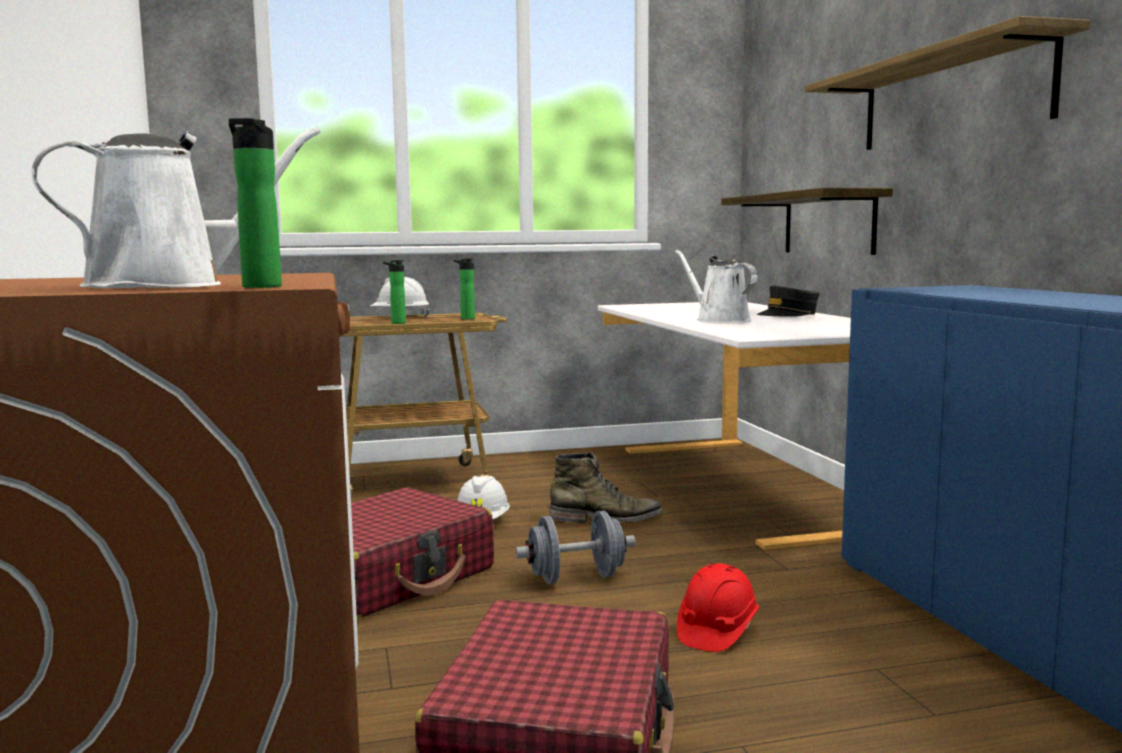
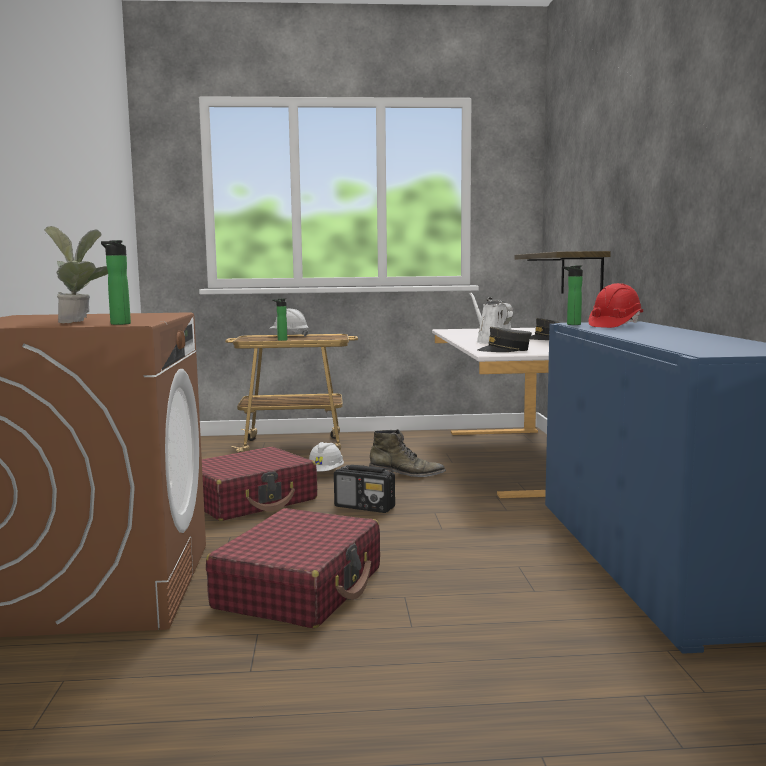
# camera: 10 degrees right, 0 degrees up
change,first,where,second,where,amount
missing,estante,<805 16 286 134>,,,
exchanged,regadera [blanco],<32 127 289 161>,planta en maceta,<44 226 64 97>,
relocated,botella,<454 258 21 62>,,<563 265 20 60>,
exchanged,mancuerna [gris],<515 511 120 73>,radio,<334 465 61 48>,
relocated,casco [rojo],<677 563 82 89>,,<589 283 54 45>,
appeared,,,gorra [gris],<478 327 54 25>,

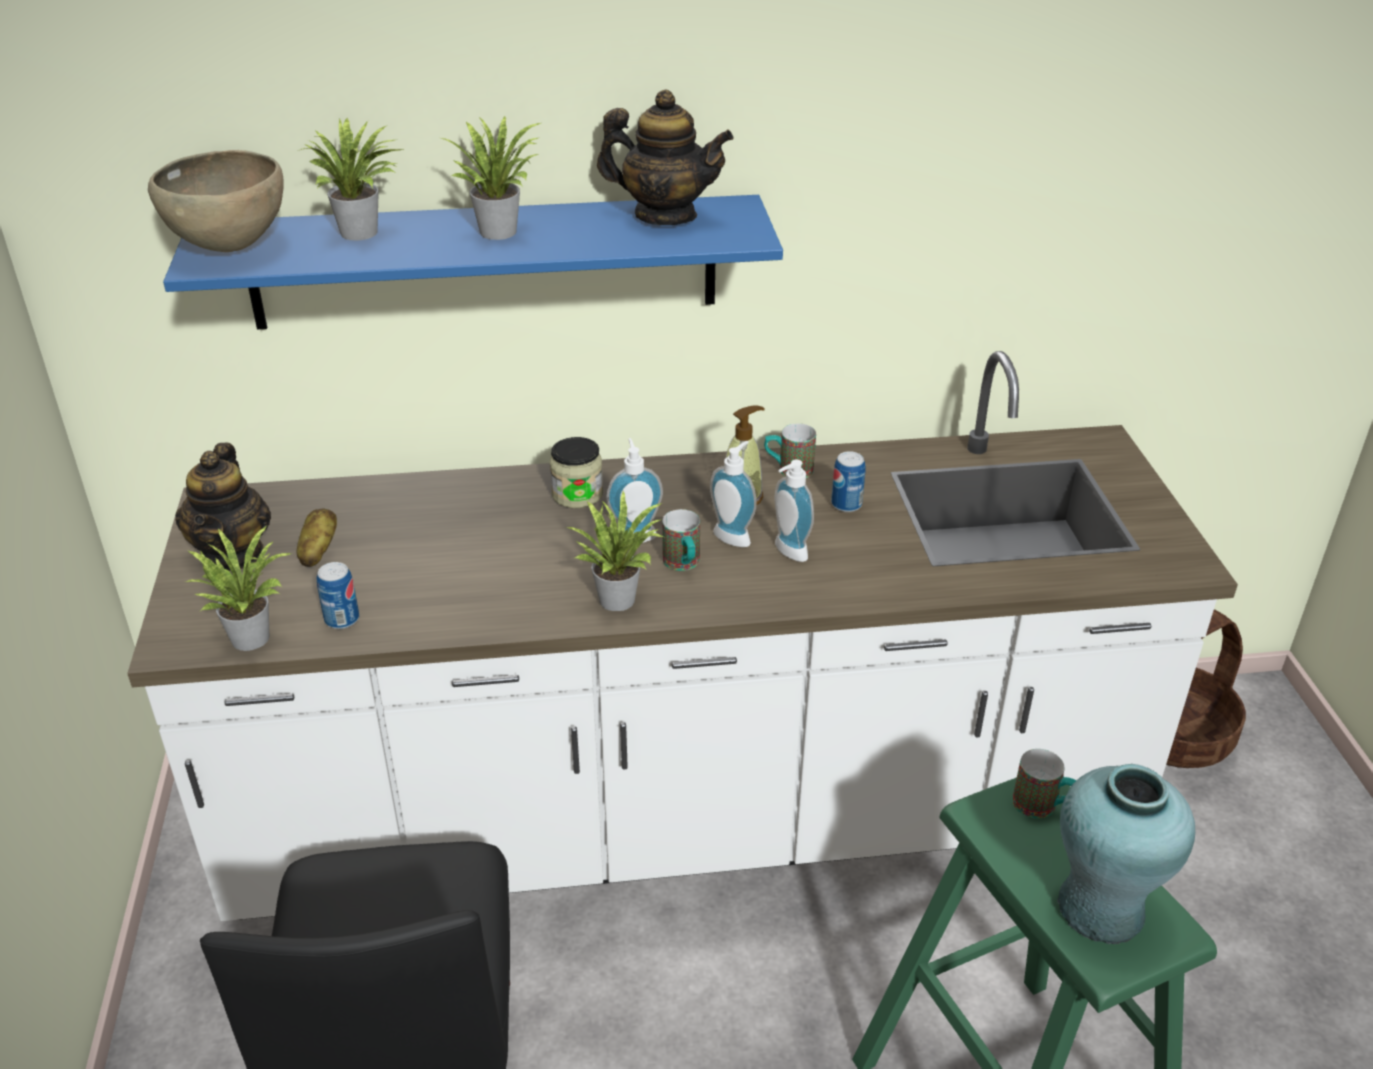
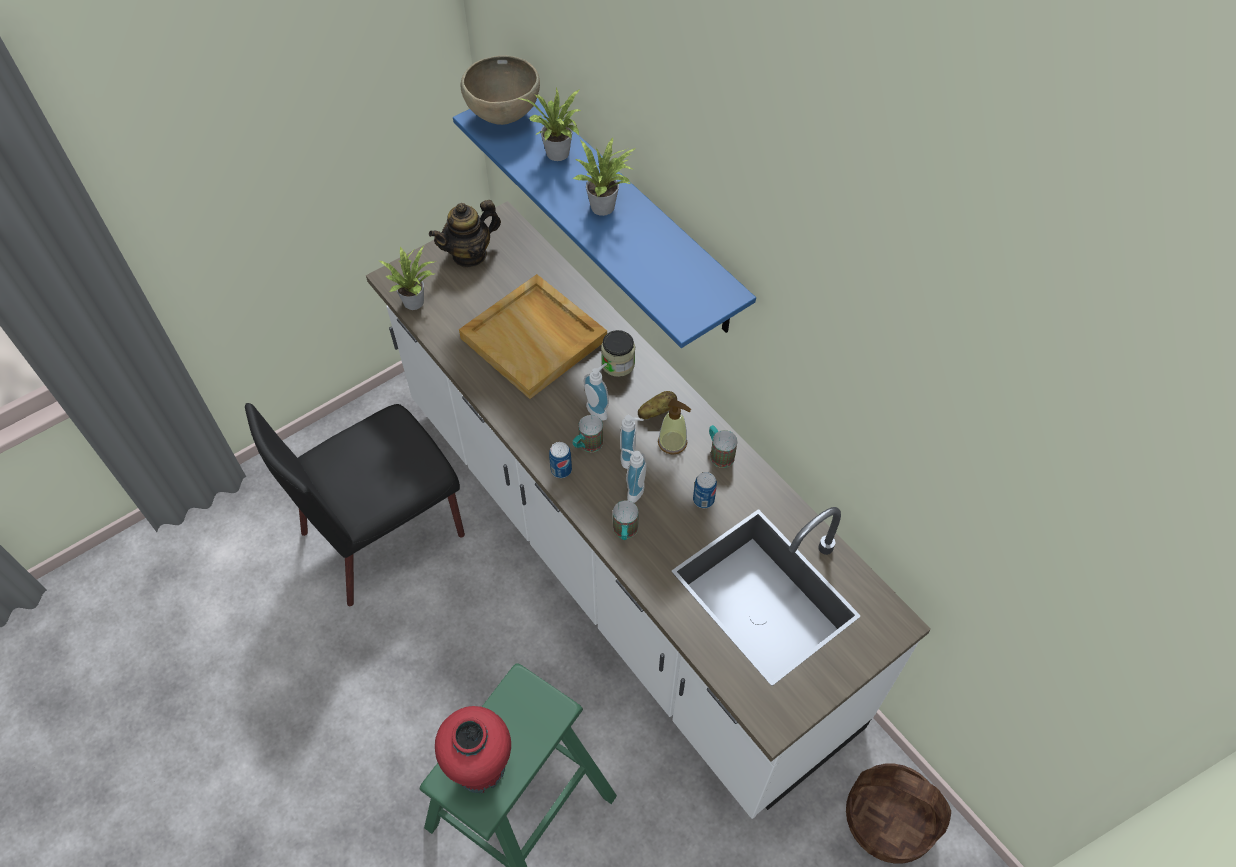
# camera: 60 degrees right, 20 degrees up
change,first,where,second,where,amount
missing,tetera,<597 90 137 135>,,,
missing,planta en maceta,<566 490 98 121>,,,
relocated,patata,<297 508 40 59>,,<638 391 39 28>,
relocated,lata,<317 562 42 67>,,<549 442 23 36>,
relocated,taza grande,<1012 749 65 70>,,<613 501 26 39>,
colour,florero [turquesa],<1057 764 138 180>,florero [rojo],<435 706 76 87>,
appeared,,,bandeja [beis],<459 274 148 125>,

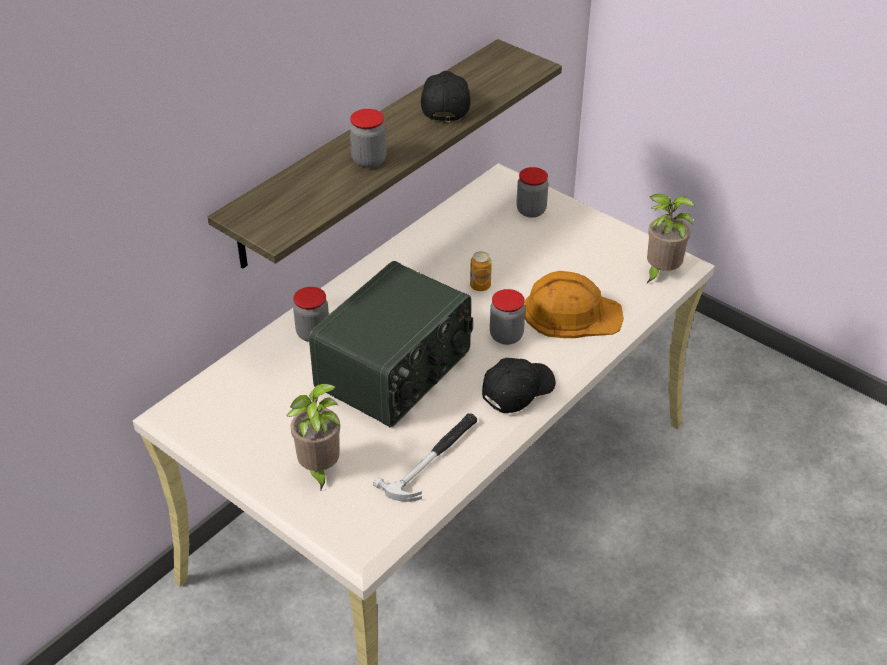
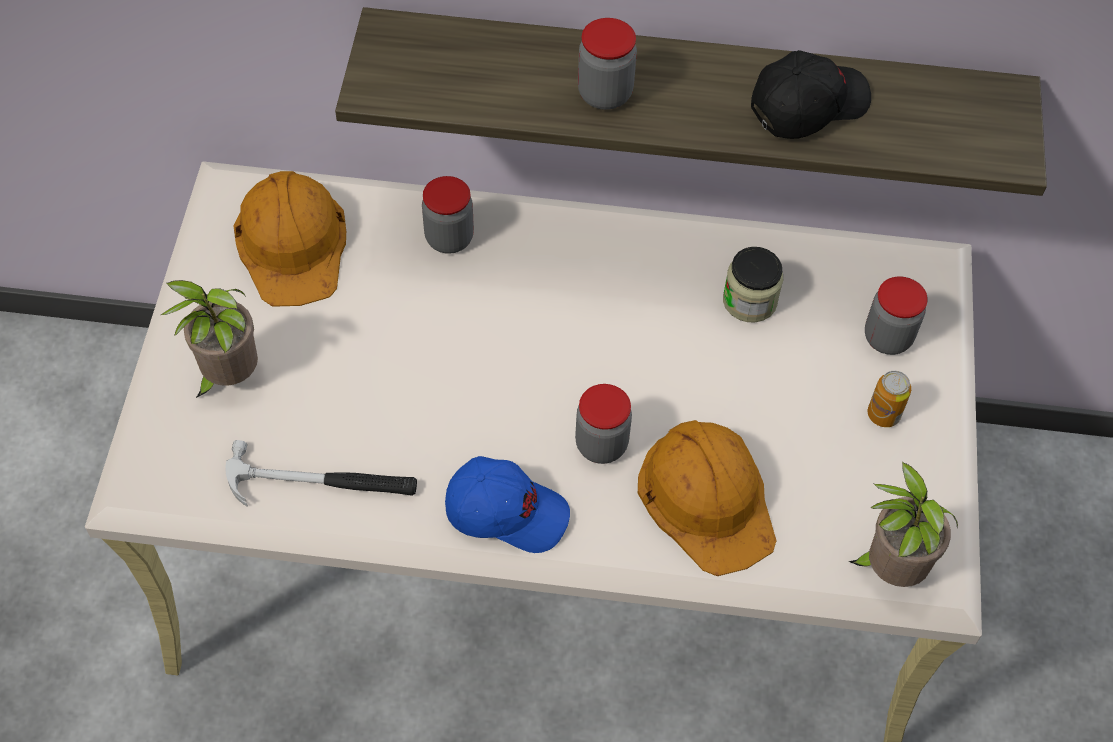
# camera: 55 degrees right, 15 degrees up
change,first,where,second,where,amount
relocated,lata,<470 251 22 40>,,<868 371 43 56>,
missing,radio,<309 261 164 166>,,,
colour,gorra [negro],<482 358 74 55>,gorra [azul],<445 456 125 97>,
appeared,,,casco [naranja],<233 171 113 136>,
appeared,,,tarro,<723 247 60 75>,

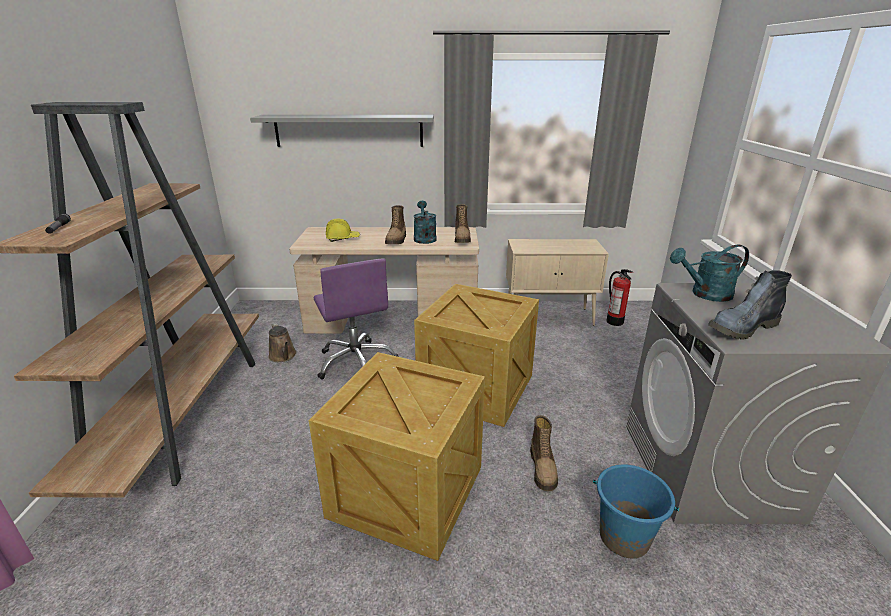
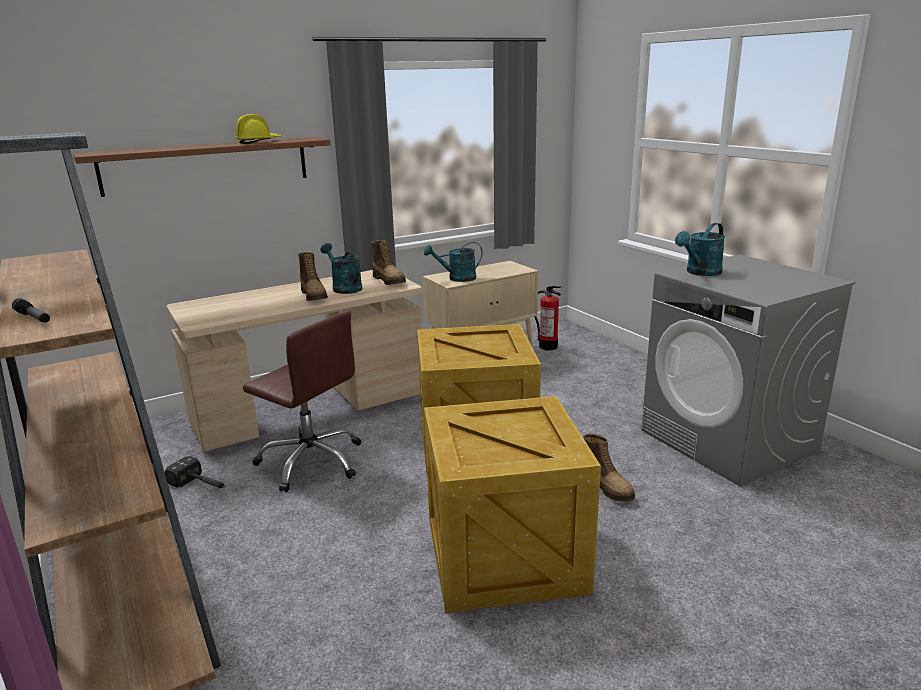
# camera: 30 degrees left, 5 degrees down
change,first,where,second,where,amount
colour,estante [gris],<250 115 184 32>,estante [marrón],<73 137 257 60>,
relocated,casco [amarillo],<326 219 34 23>,,<235 114 47 30>,
colour,silla de oficina [morado],<314 258 85 122>,silla de oficina [marrón],<243 311 118 181>,
missing,bota,<708 271 84 69>,,,
exchanged,regadera [marrón],<268 323 29 39>,martillo,<165 456 61 32>,
missing,cubo [azul],<593 464 86 94>,,,
appeared,,,regadera [turquesa],<424 242 58 40>,

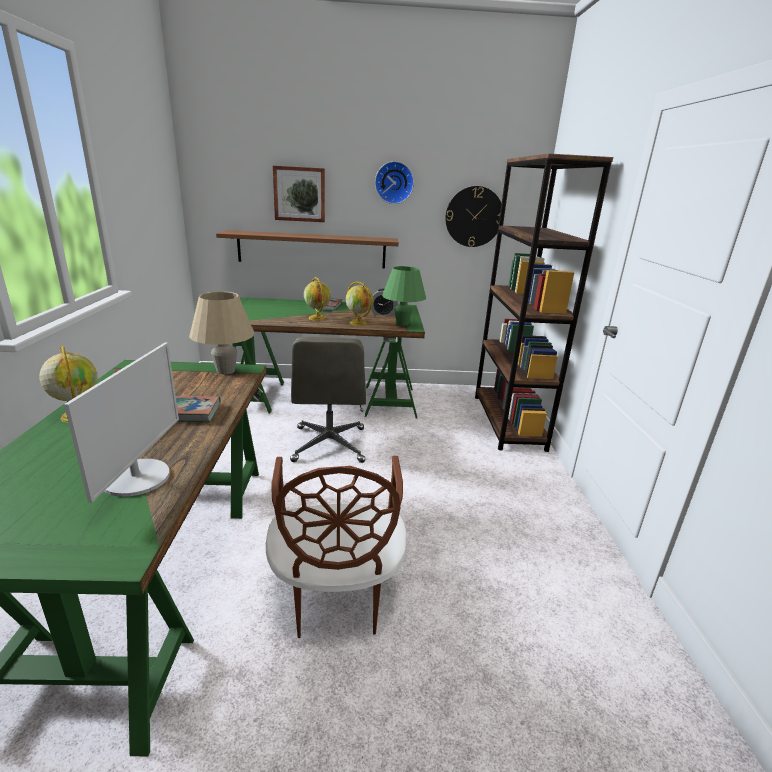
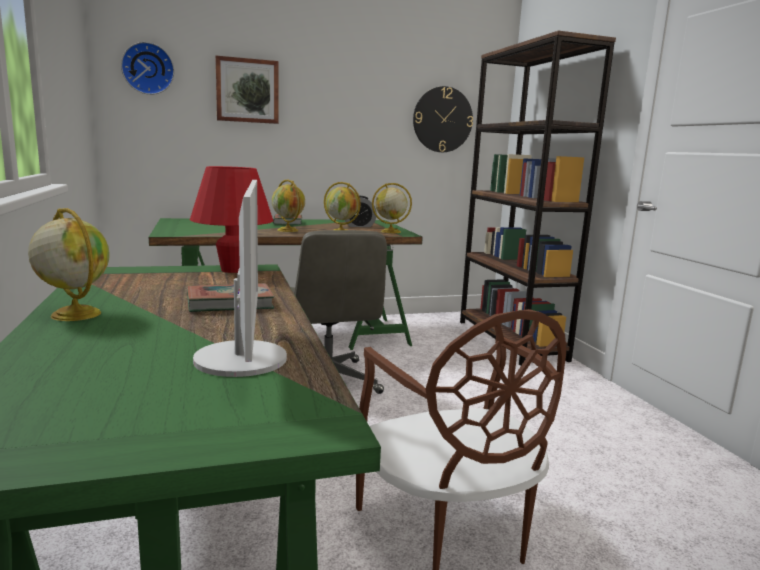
# camera: 15 degrees left, 10 degrees down
change,first,where,second,where,amount
relocated,reloj de pared,<375 161 39 43>,,<121 42 53 53>,
missing,estante [marrón],<216 230 183 38>,,,
exchanged,lámpara de mesa [verde],<382 266 44 60>,globo terráqueo,<372 183 40 50>,
colour,lámpara de mesa [beis],<189 292 65 82>,lámpara de mesa [rojo],<190 166 83 107>,

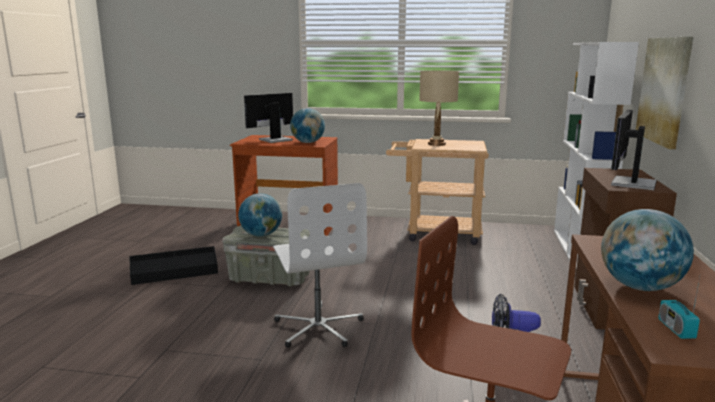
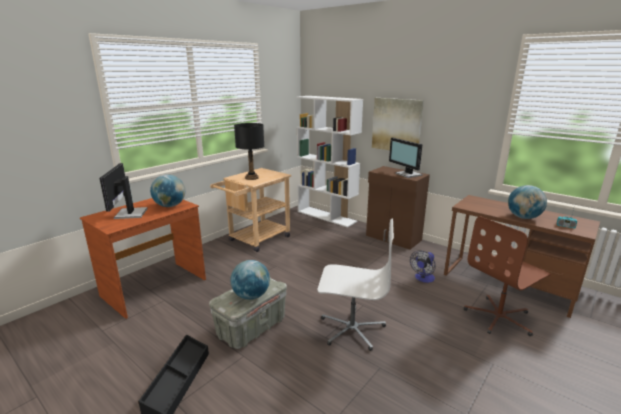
# camera: 60 degrees left, 5 degrees up
change,first,where,second,where,amount
colour,lámpara de mesa [beis],<419 71 40 75>,lámpara de mesa [negro],<234 123 30 57>,

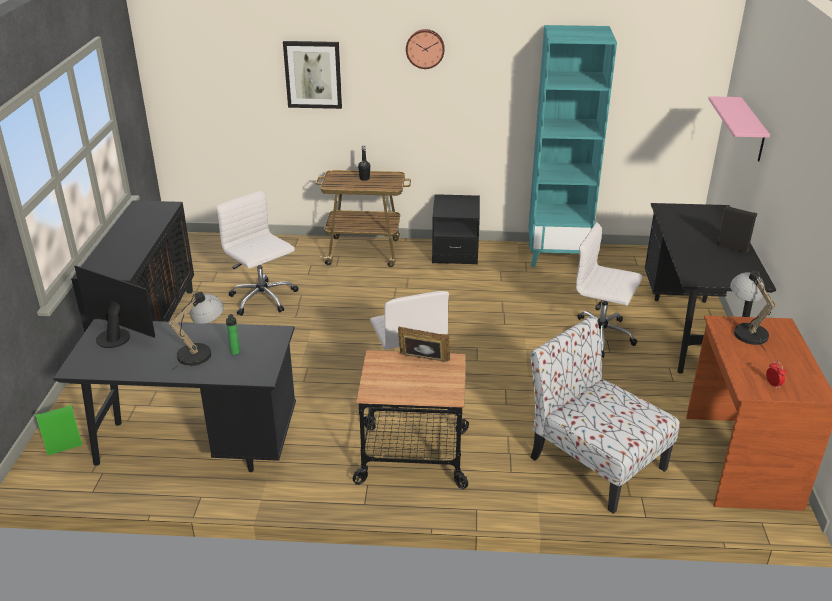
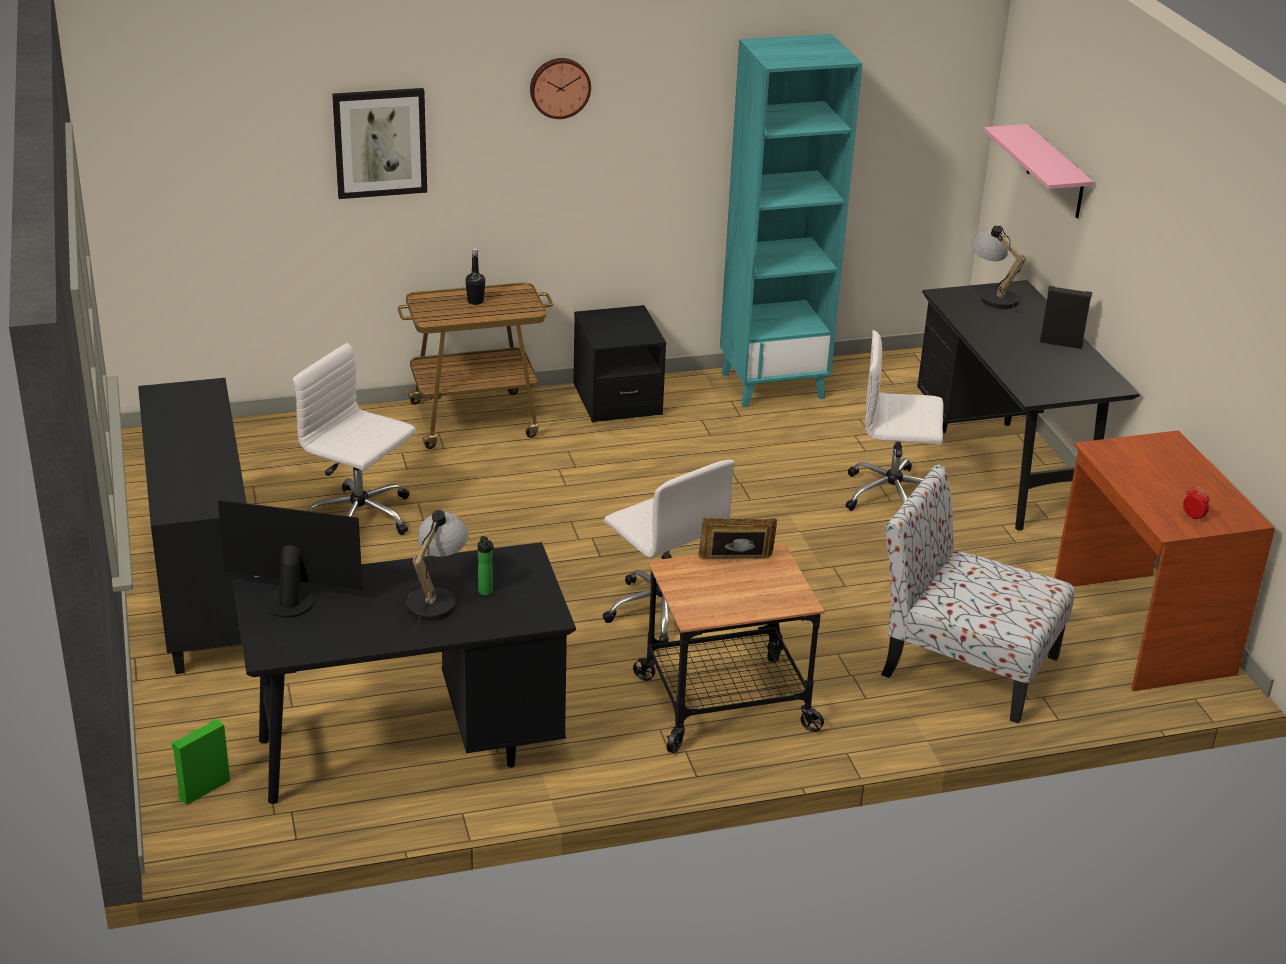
# camera: 20 degrees left, 0 degrees up
change,first,where,second,where,amount
relocated,lámpara de mesa,<730 270 46 82>,,<971 226 55 88>,

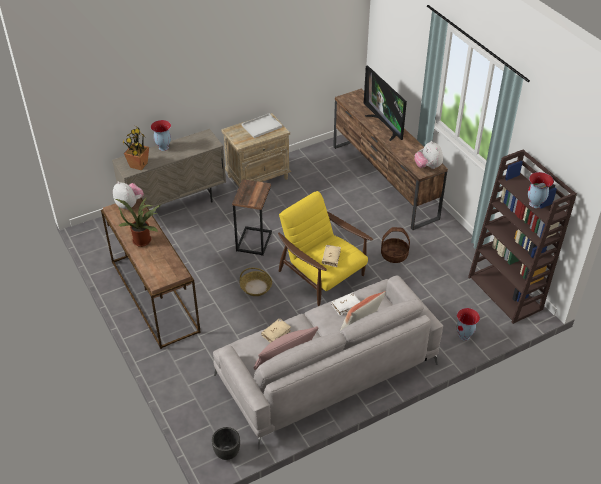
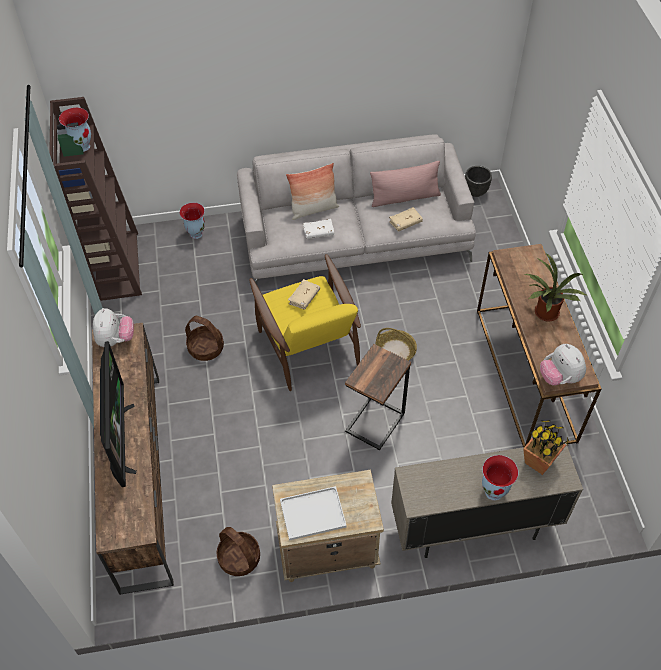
# camera: 160 degrees left, 10 degrees up
change,first,where,second,where,amount
appeared,,,cesta,<217 527 43 49>,

